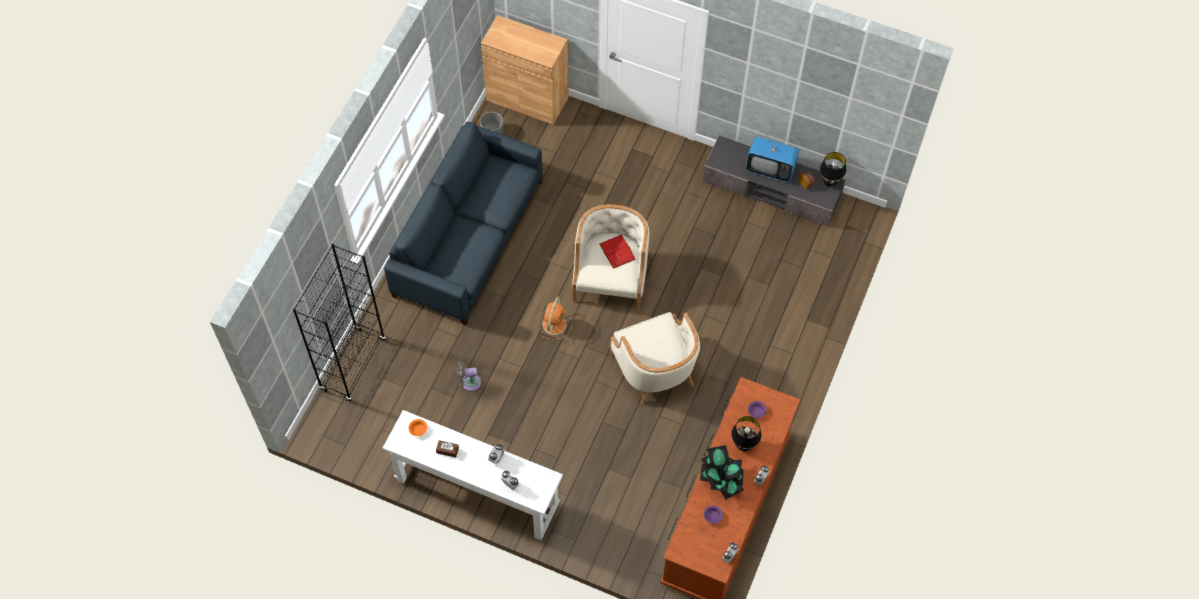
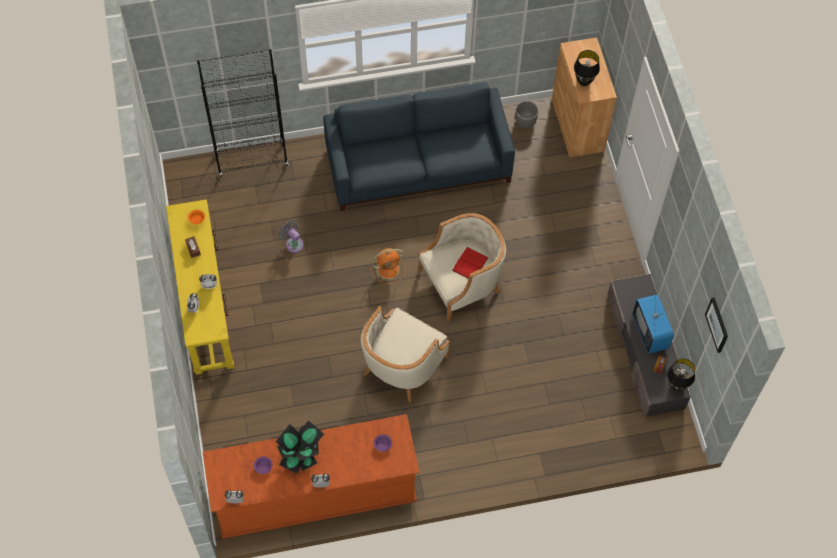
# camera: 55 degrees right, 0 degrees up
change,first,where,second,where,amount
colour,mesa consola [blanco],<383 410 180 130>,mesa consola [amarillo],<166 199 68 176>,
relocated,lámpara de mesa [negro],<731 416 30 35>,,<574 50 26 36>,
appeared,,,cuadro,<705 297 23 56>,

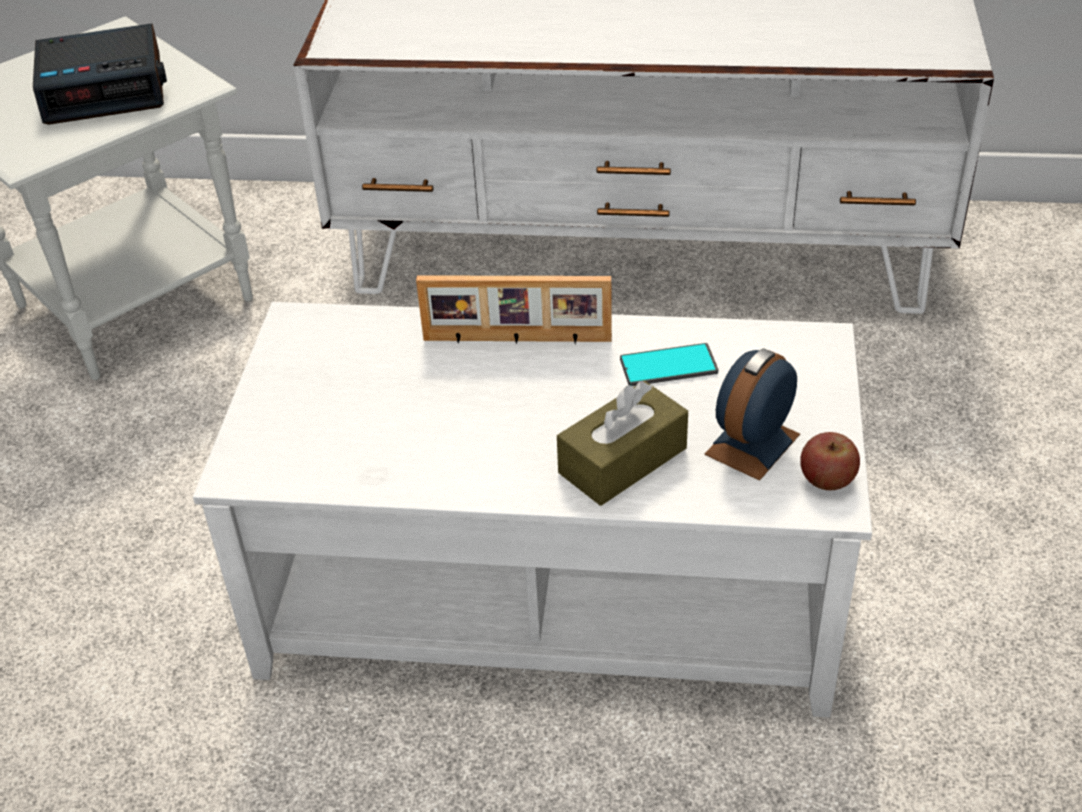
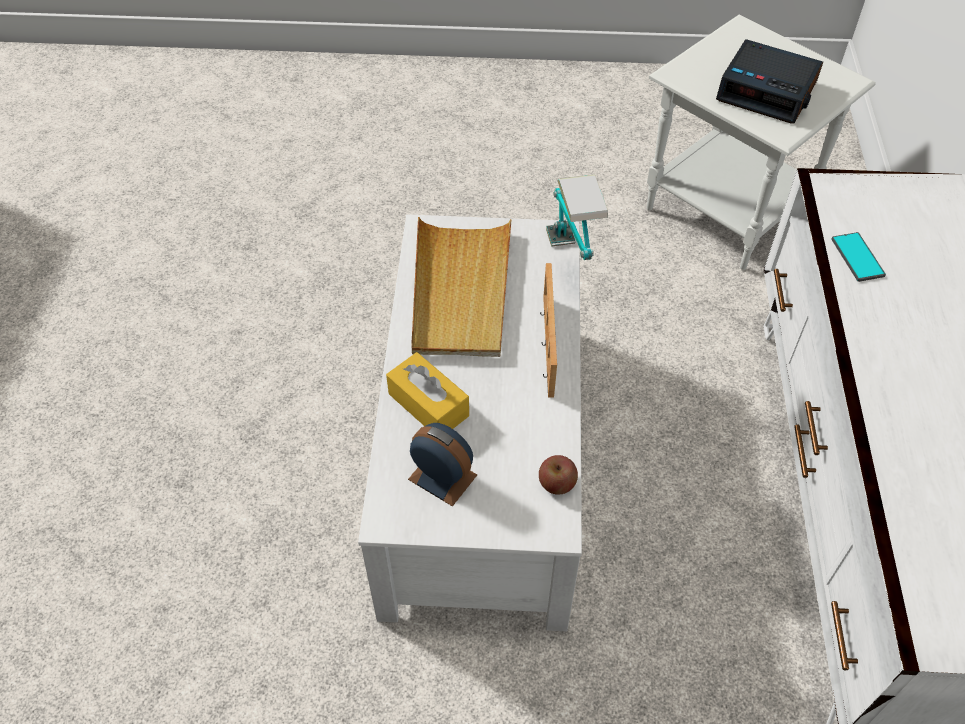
# camera: 85 degrees right, 10 degrees up
change,first,where,second,where,amount
spun,despertador,<33 23 134 102>,,<716 39 107 85>,45 degrees counterclockwise
relocated,móvil,<620 343 98 43>,,<831 232 55 50>,
colour,caja de pañuelos [marrón],<557 381 131 125>,caja de pañuelos [amarillo],<386 352 83 77>,
relocated,manzana,<800 432 60 58>,,<539 455 39 40>,
appeared,,,lámpara de mesa,<546 174 62 86>,
appeared,,,bandeja [beis],<411 217 100 140>,

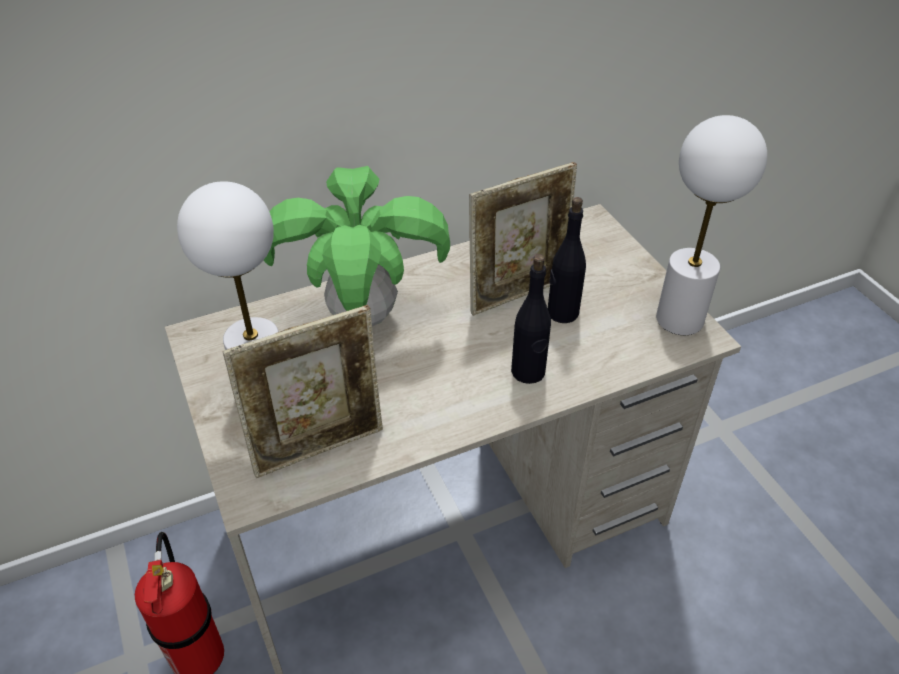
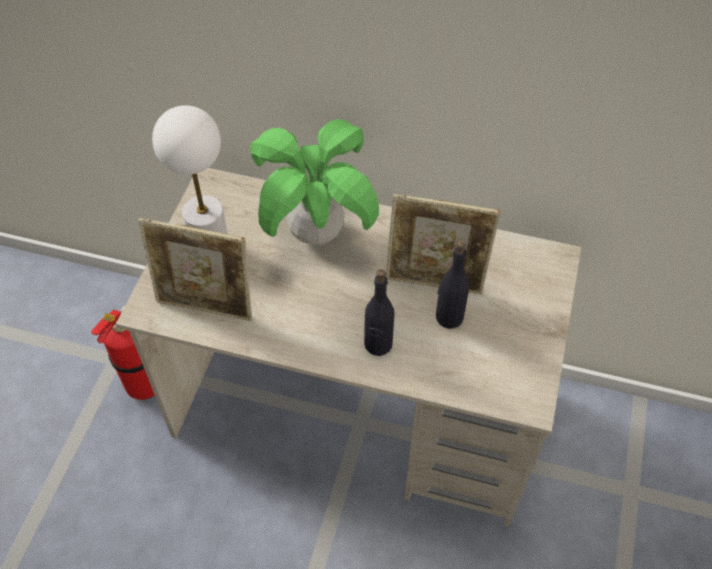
# camera: 40 degrees right, 10 degrees up
change,first,where,second,where,amount
missing,lámpara de mesa [blanco],<656 115 111 220>,,,

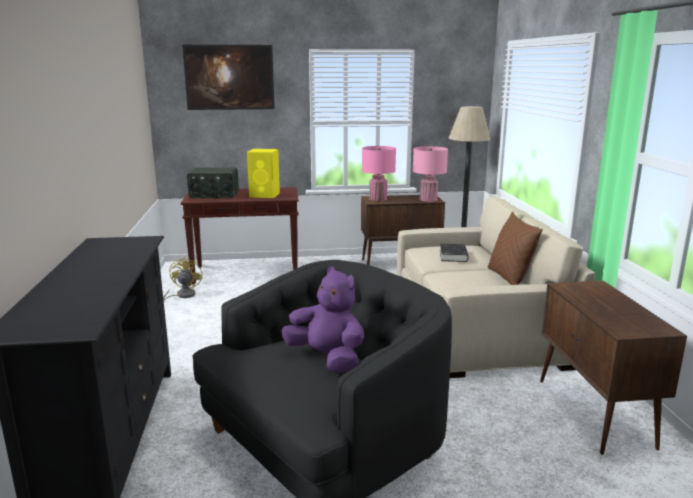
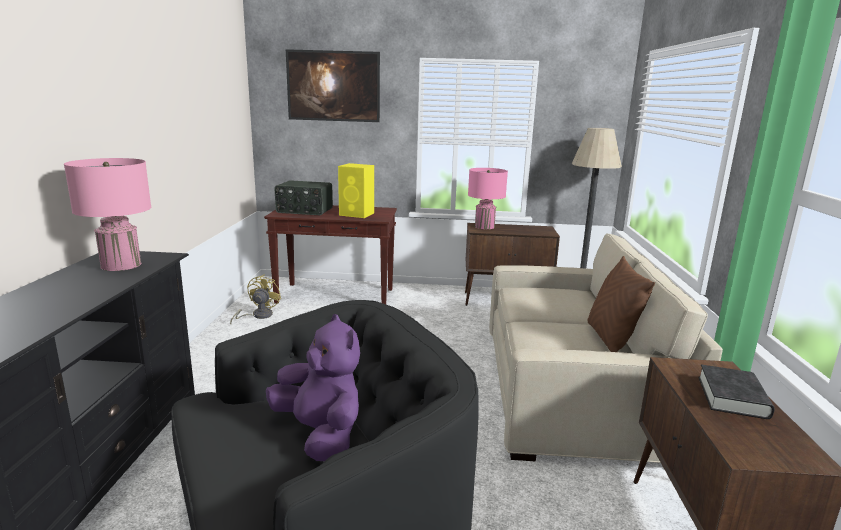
# camera: 10 degrees right, 0 degrees up
change,first,where,second,where,amount
relocated,lámpara de mesa [rosa],<413 146 35 56>,,<64 158 87 113>,
relocated,libro [negro],<440 244 29 18>,,<698 364 77 55>,

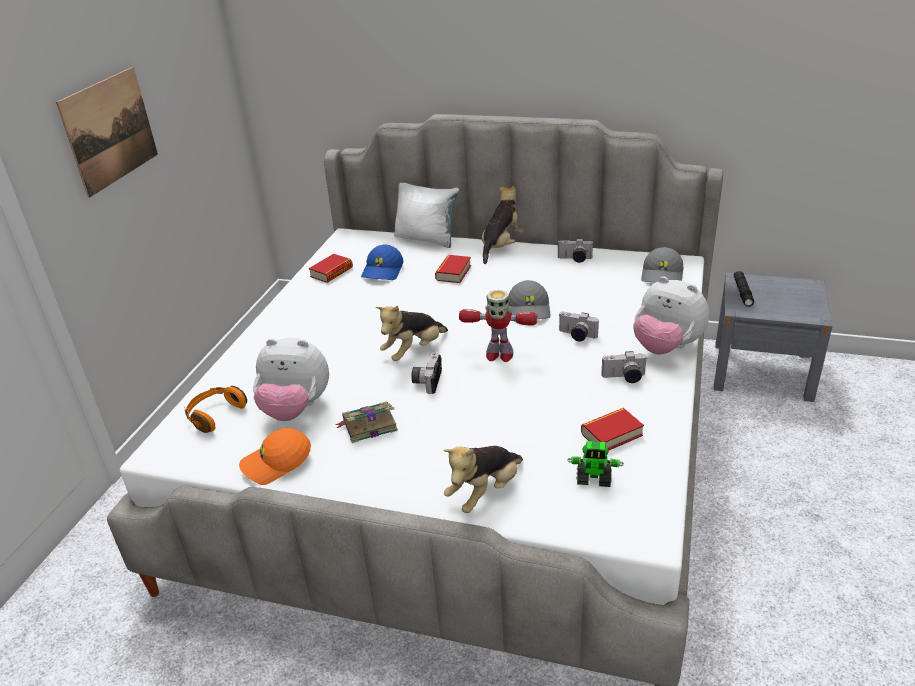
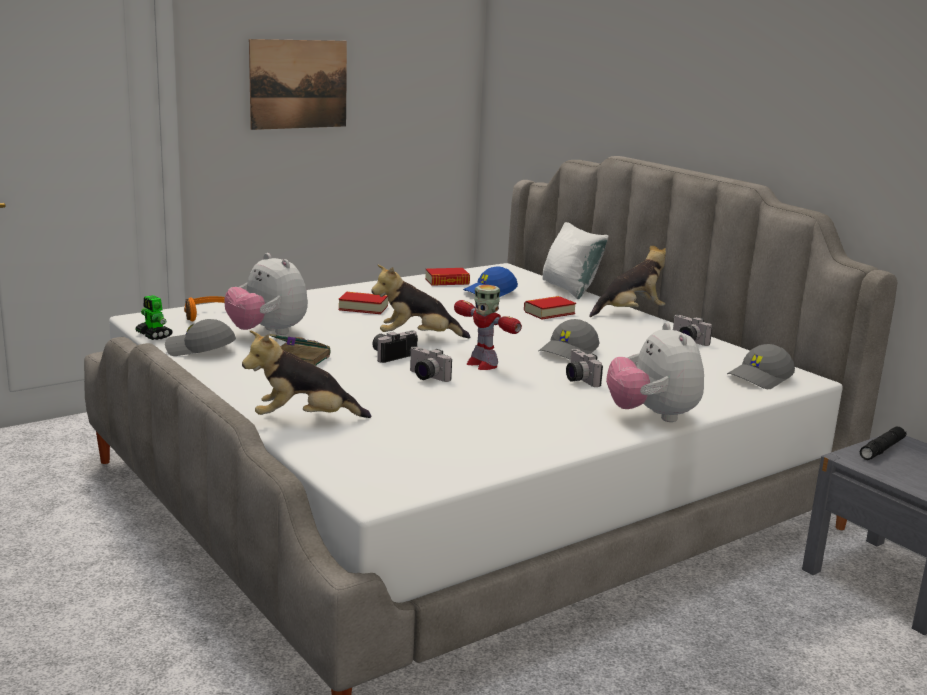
# camera: 35 degrees right, 15 degrees down
change,first,where,second,where,amount
relocated,cámara,<601 351 47 32>,,<410 347 42 35>,
relocated,libro,<581 408 63 43>,,<339 292 49 22>,
colour,gorra [naranja],<239 428 72 57>,gorra [gris],<165 319 71 37>,
relocated,robot de juguete,<567 441 57 46>,,<135 295 38 45>,

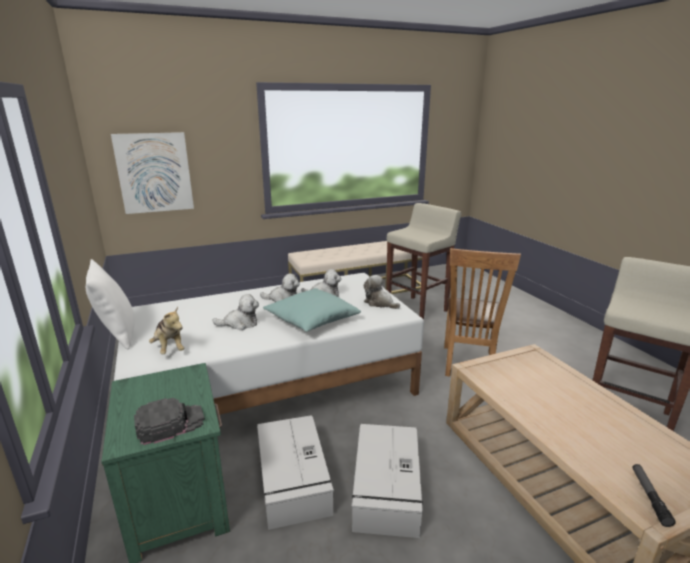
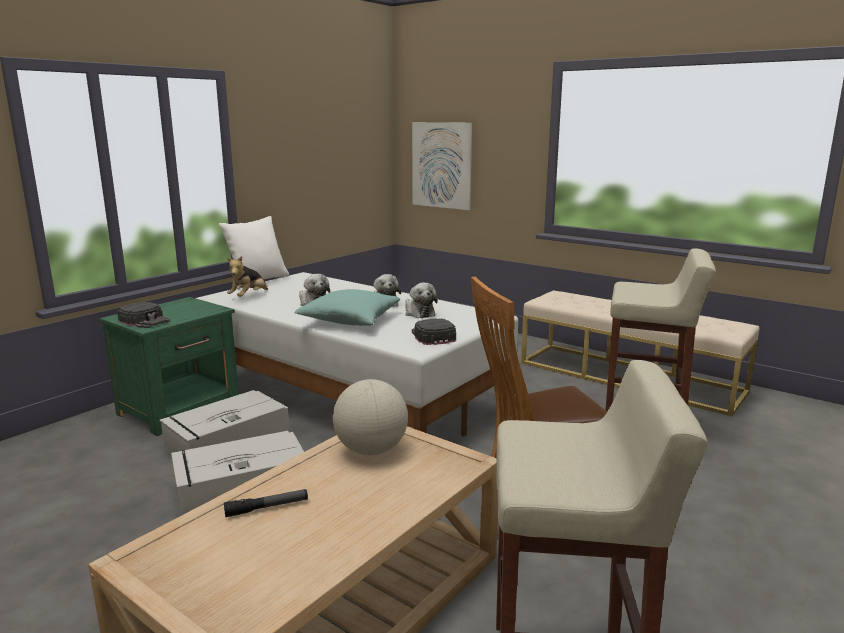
# camera: 60 degrees right, 5 degrees down
change,first,where,second,where,amount
exchanged,peluche,<364 275 36 34>,gorra [negro],<412 318 44 27>,
relocated,linterna,<633 464 43 63>,,<224 489 84 28>,
appeared,,,globo terráqueo,<333 379 75 76>,

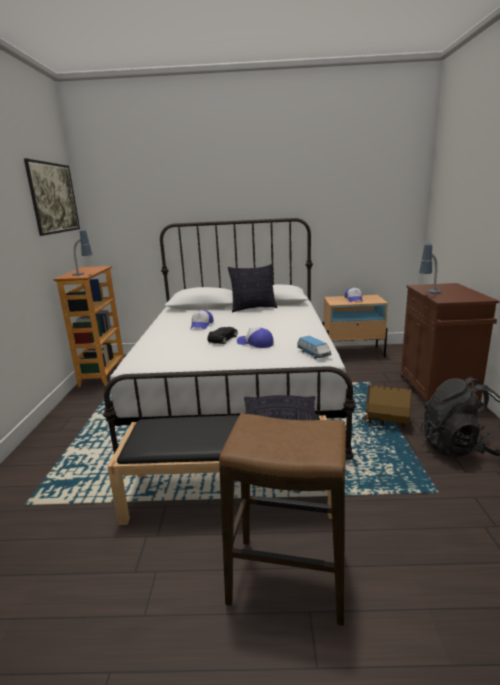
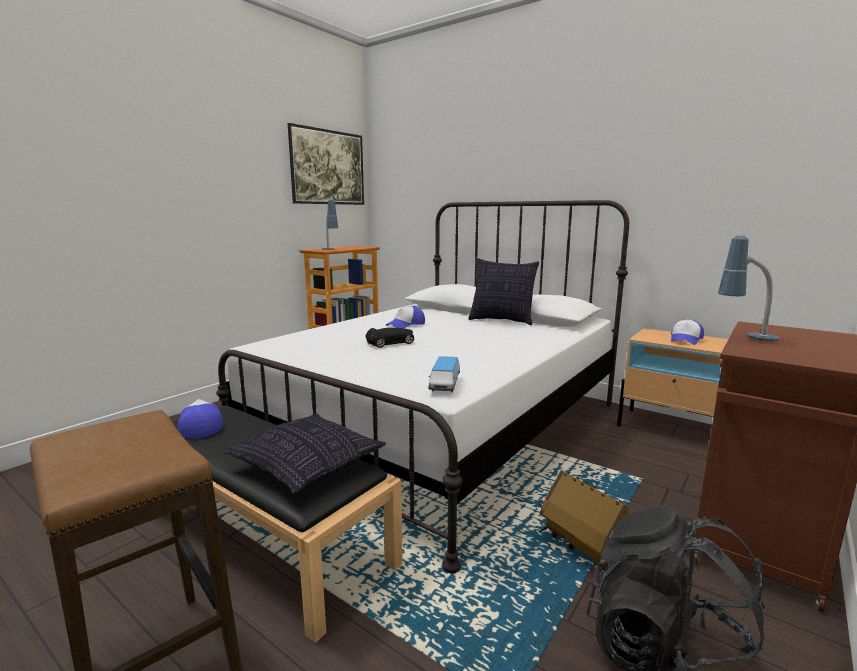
# camera: 35 degrees right, 5 degrees down
change,first,where,second,where,amount
relocated,gorra,<237 328 37 20>,,<178 399 45 40>,

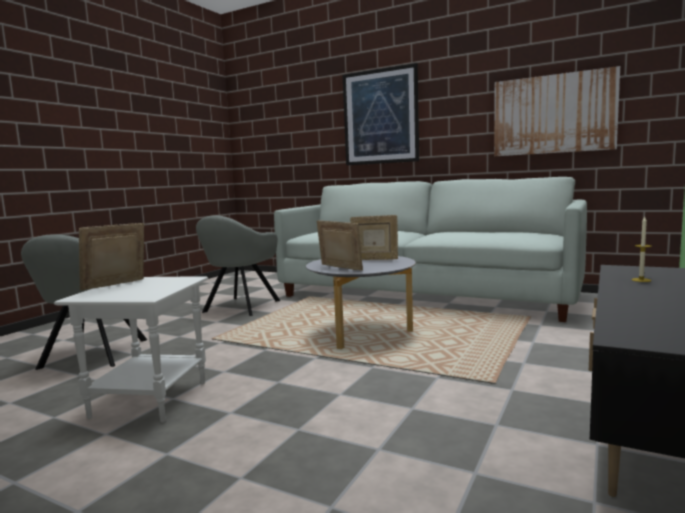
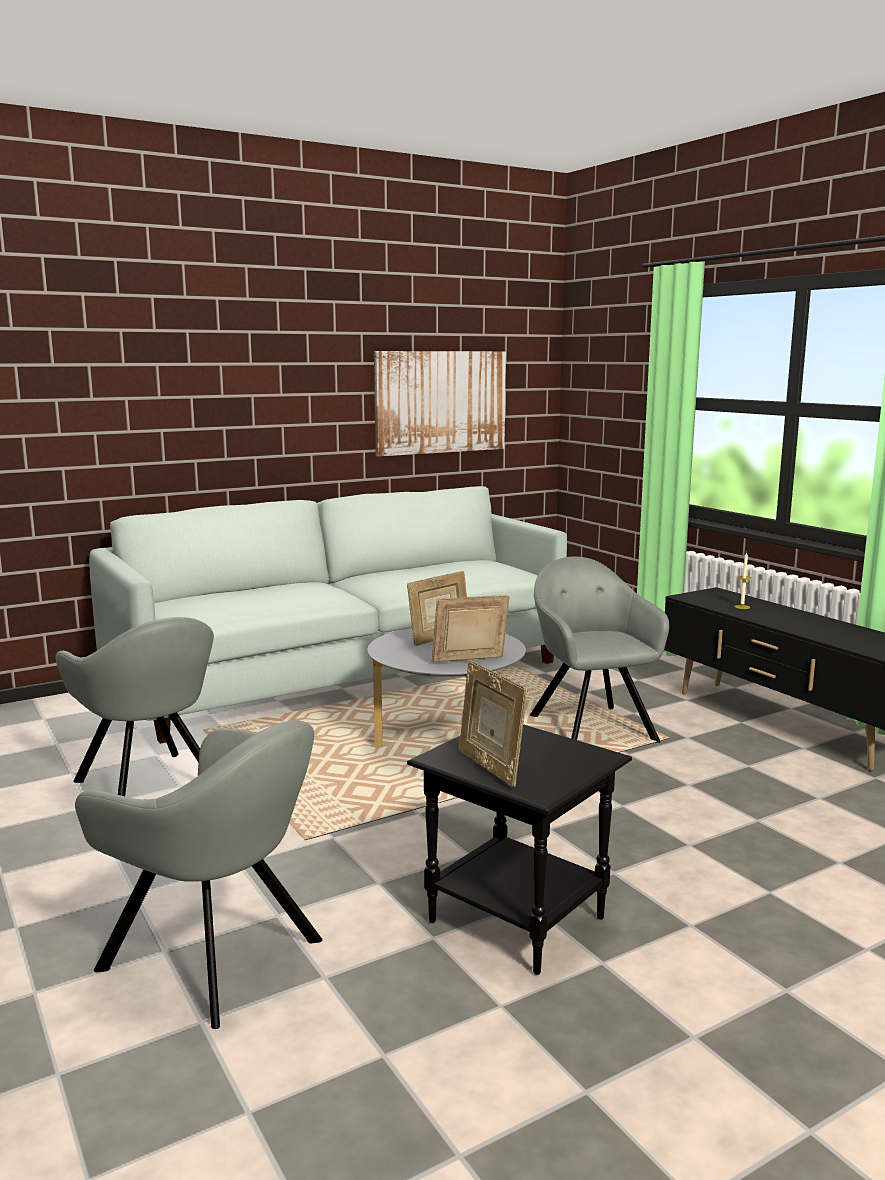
# camera: 60 degrees left, 5 degrees up
change,first,where,second,where,amount
missing,cuadro,<343 63 76 102>,,,
colour,mesa auxiliar [blanco],<54 276 154 147>,mesa auxiliar [negro],<407 724 225 251>,
appeared,,,sillón [gris],<530 557 139 186>,

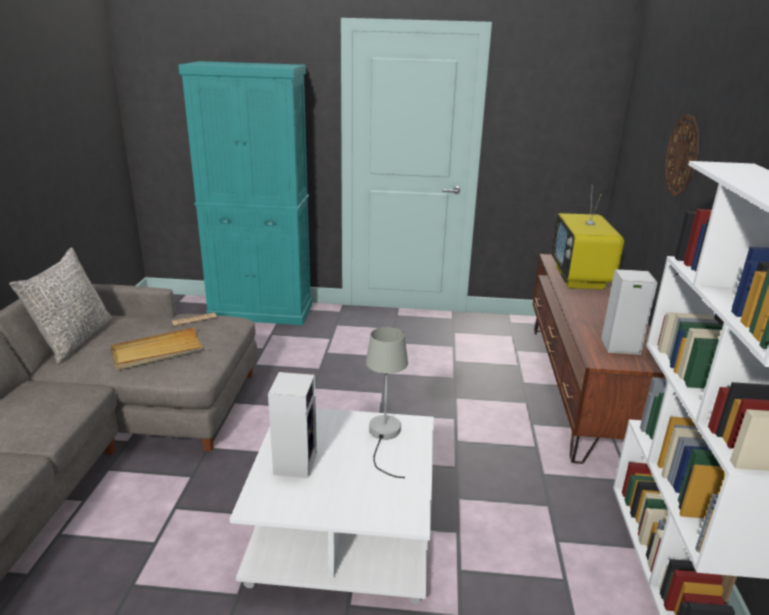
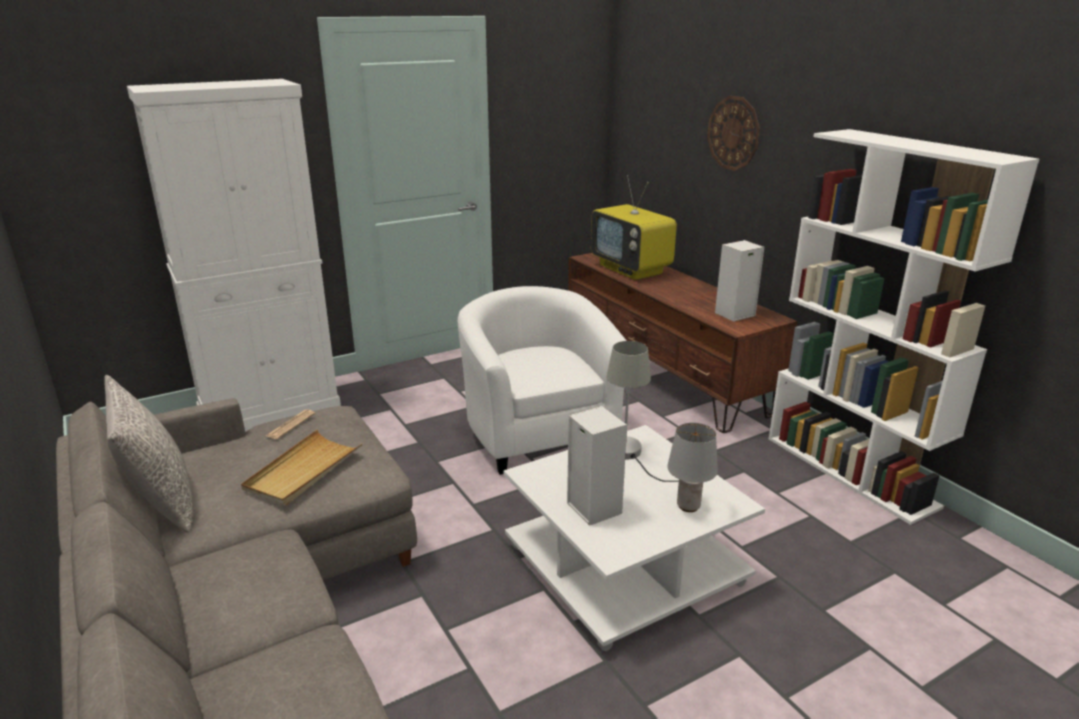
# camera: 35 degrees left, 0 degrees up
change,first,where,second,where,amount
colour,armario [turquesa],<179 61 133 264>,armario [blanco],<127 79 214 352>,
appeared,,,sillón [blanco],<458 286 169 189>,
appeared,,,lámpara de mesa [gris],<667 423 51 89>,

